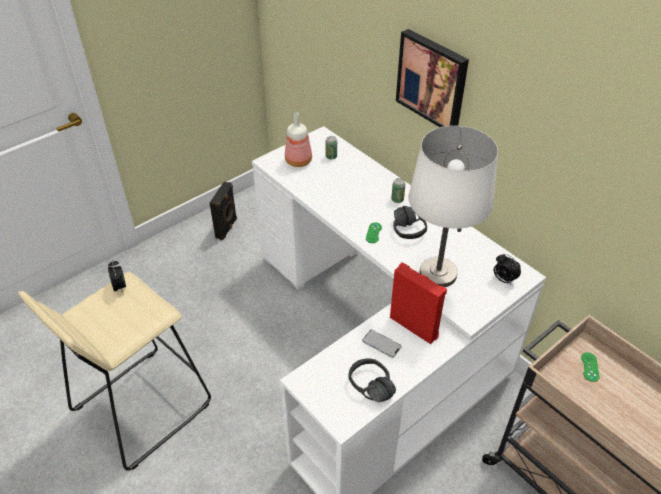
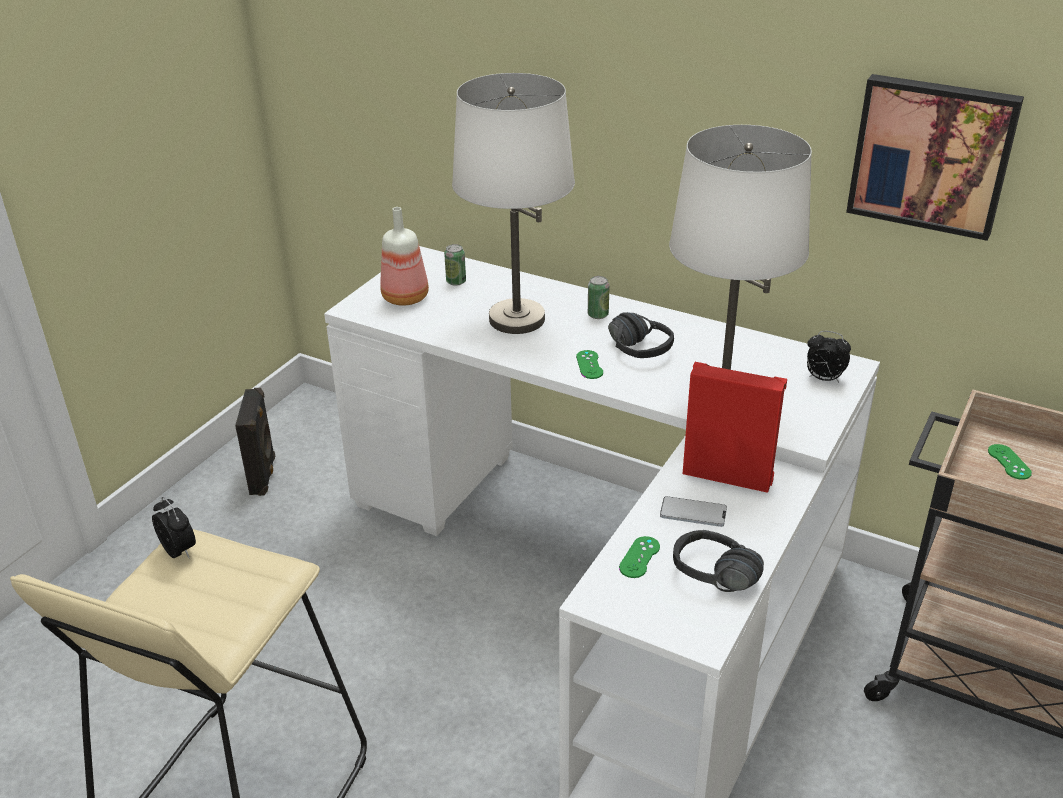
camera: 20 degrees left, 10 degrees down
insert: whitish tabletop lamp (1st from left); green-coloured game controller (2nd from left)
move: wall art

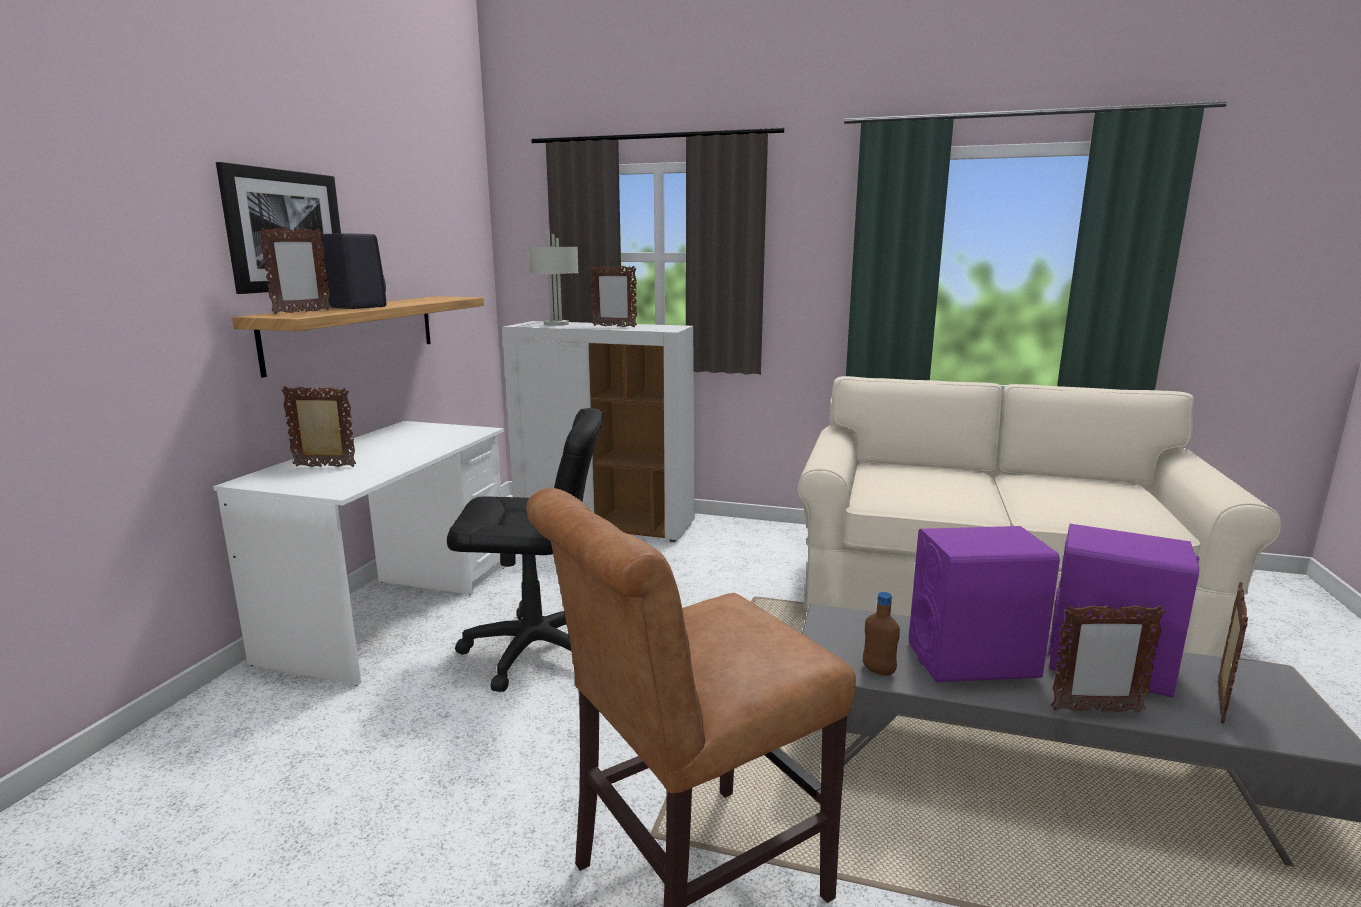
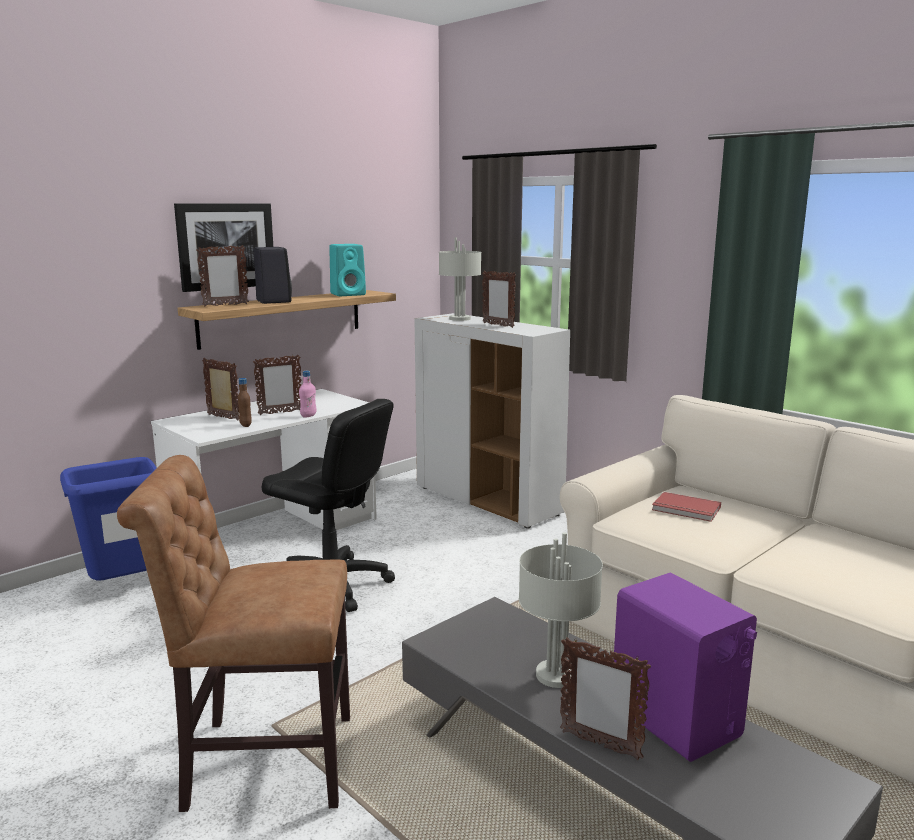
camera: 30 degrees right, 0 degrees up
insert: turquoise-coloured speaker; pink beverage bottle; bluish rubbish bin; red-coloured volume
move: photo frame (5th from left in the first image) to photo frame (3rd from left); brownish beverage bottle
replace: purple-coloured speaker (1st from left) to greyish tabletop lamp (2nd from left)

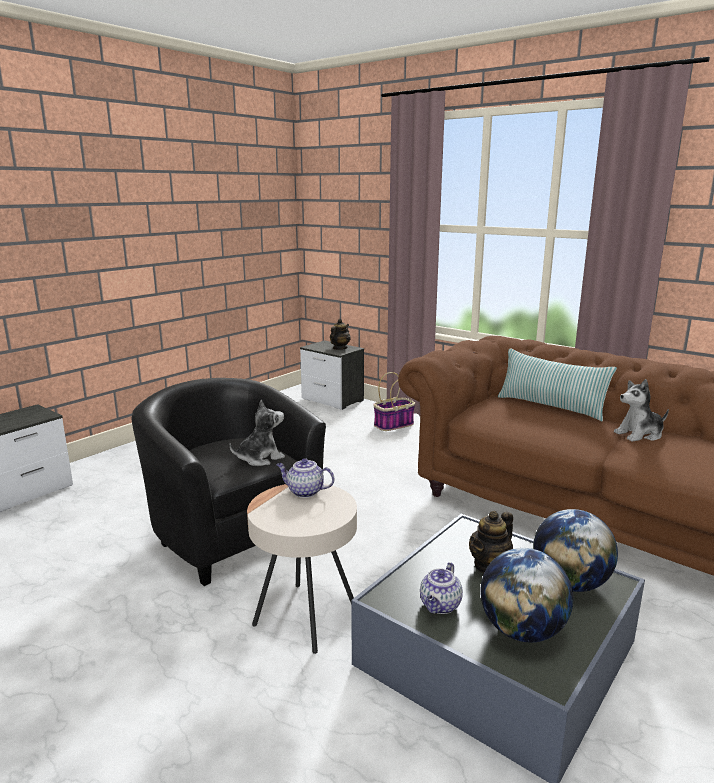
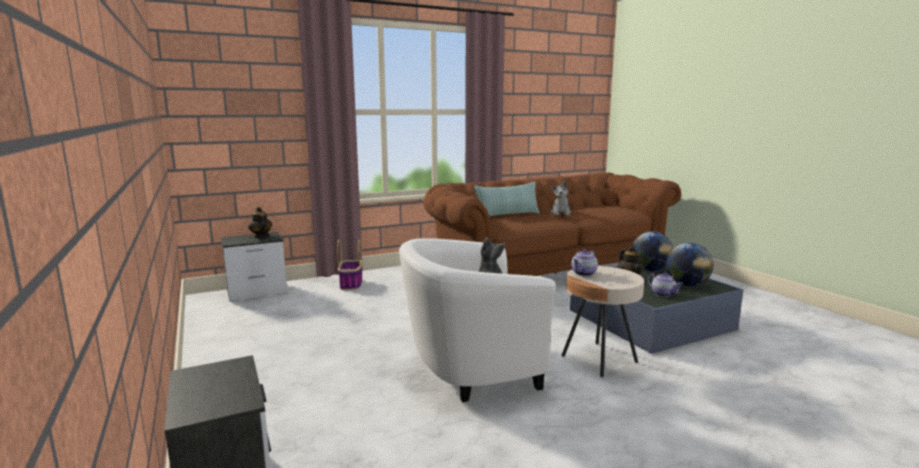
camera: 65 degrees left, 5 degrees down
recolor: black lounge chair to whitish lounge chair

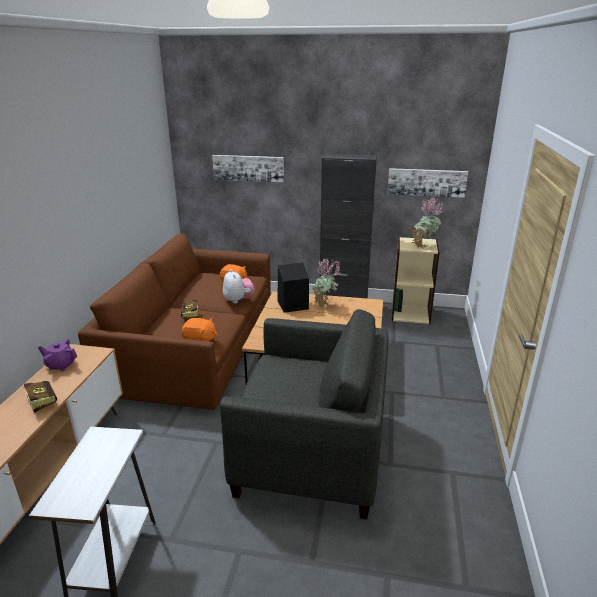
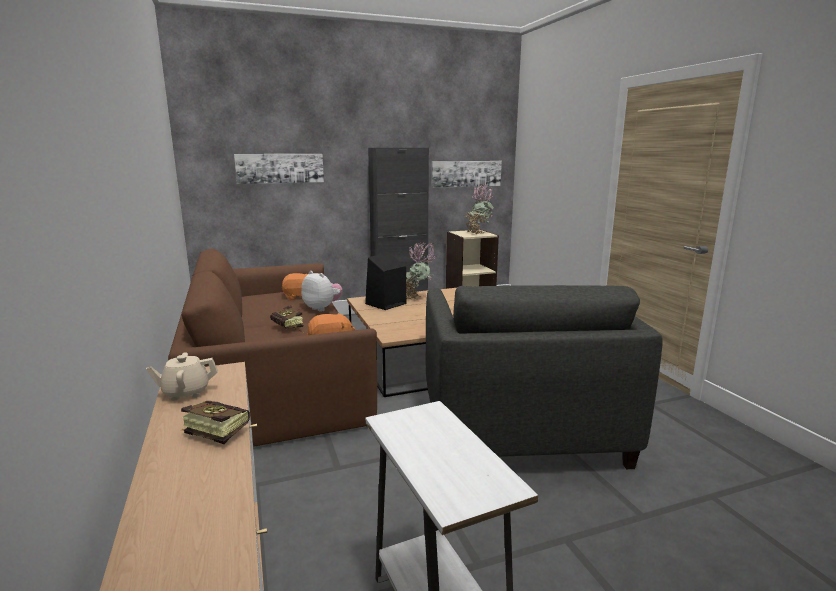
camera: 30 degrees left, 10 degrees down
recolor: purple-coloured tea pot to sand-coloured tea pot
rotate: greyish lounge chair 105 degrees clockwise

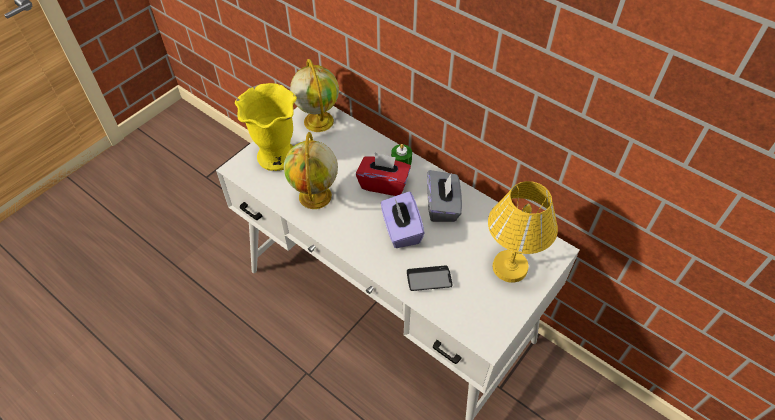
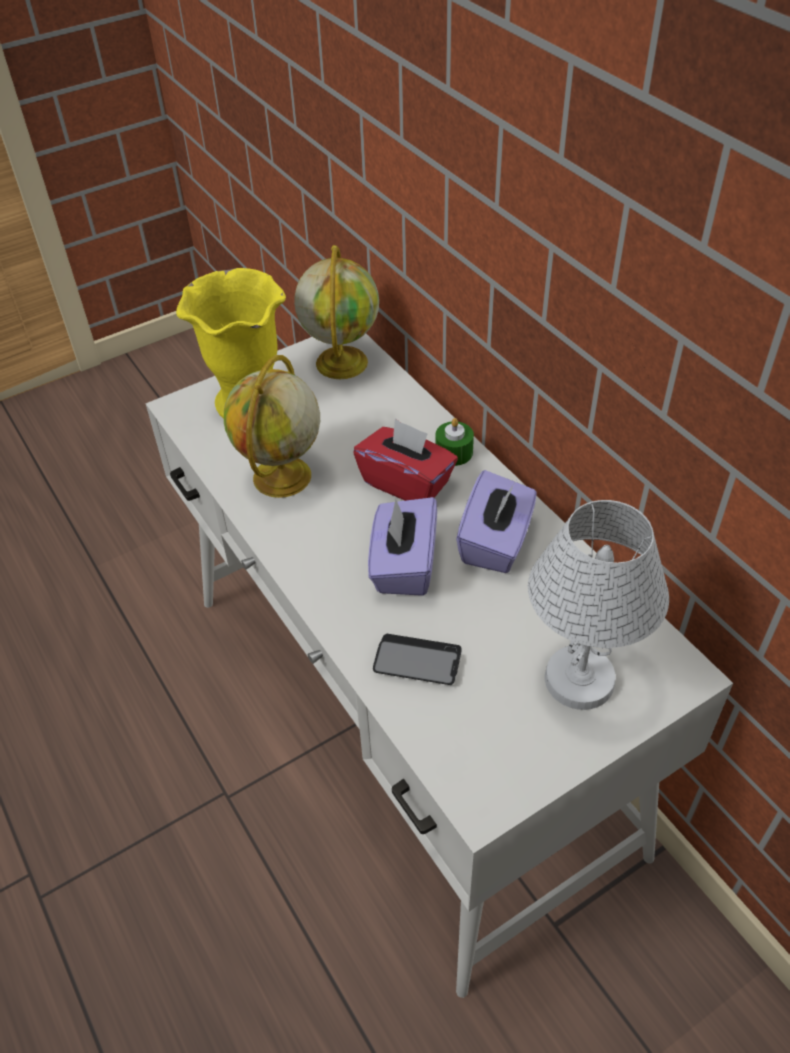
camera: 20 degrees right, 5 degrees down
recolor: greyish tissue holder to purple-coloured tissue holder (2nd from left); yellow tabletop lamp to whitish tabletop lamp

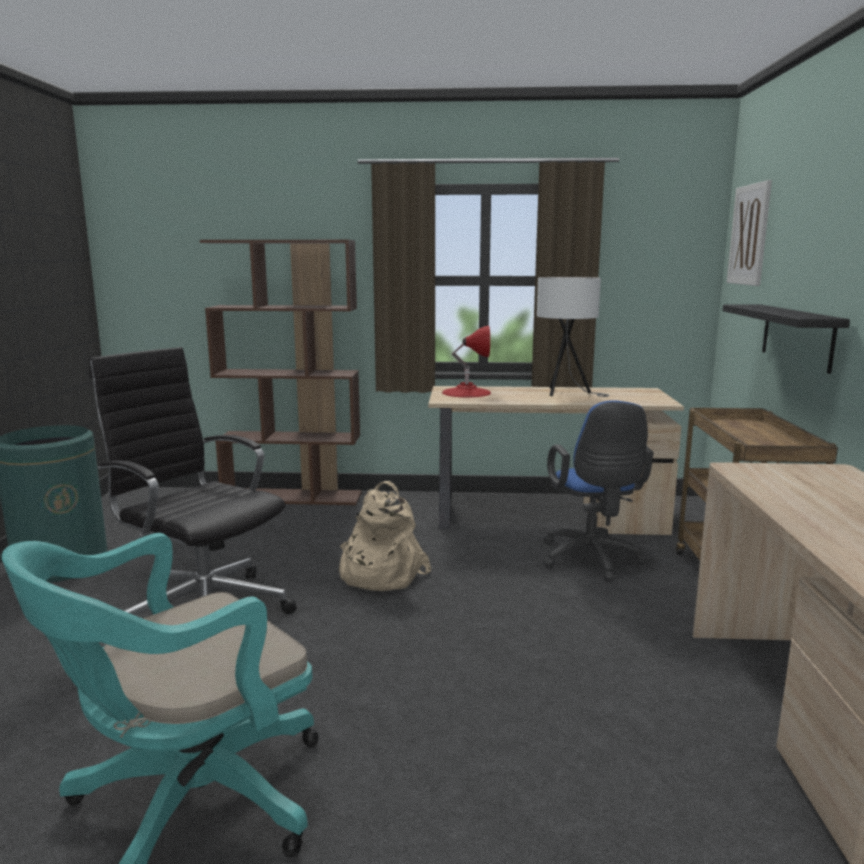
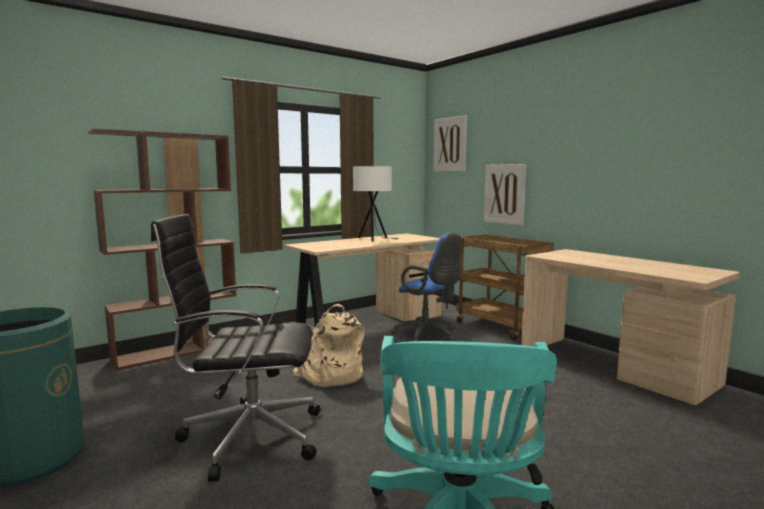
camera: 40 degrees left, 5 degrees down
delete: red-coloured tabletop lamp
replace: black shelf to wall art (2nd from left)

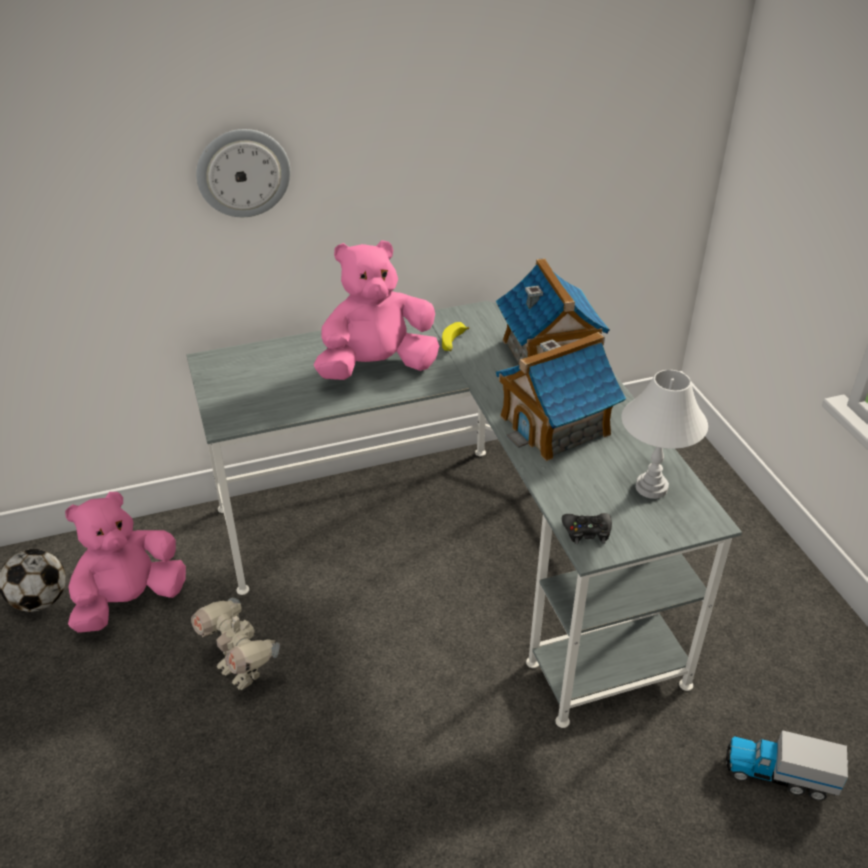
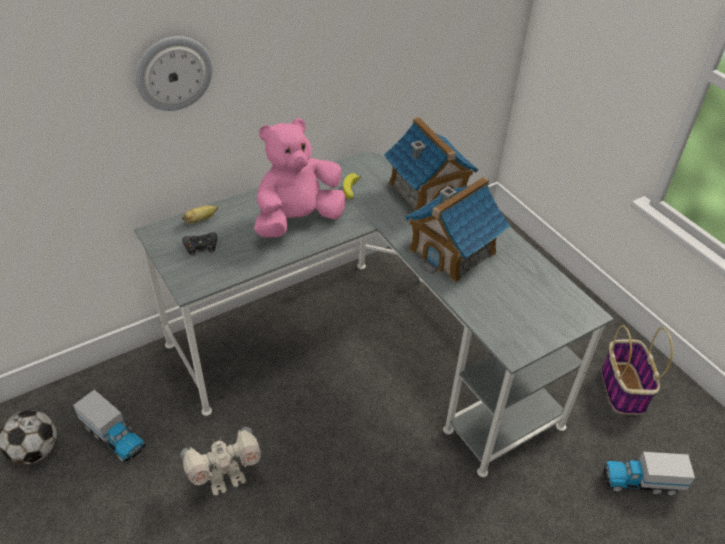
camera: 15 degrees left, 5 degrees up
delete: whitish tabletop lamp
insert: banana fruit (1st from left); storage basket
move: black game controller
replace: pink soft toy (1st from left) to toy truck (1st from left)
rotate: toy robot 60 degrees counterclockwise

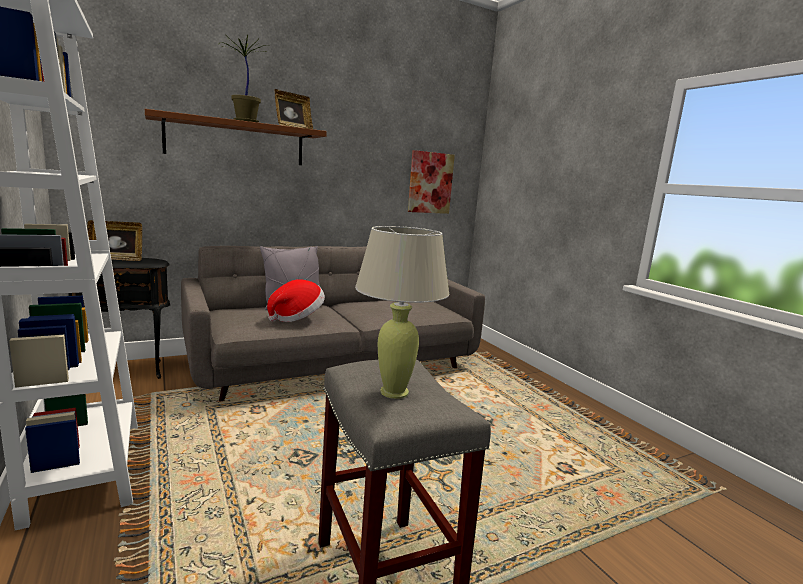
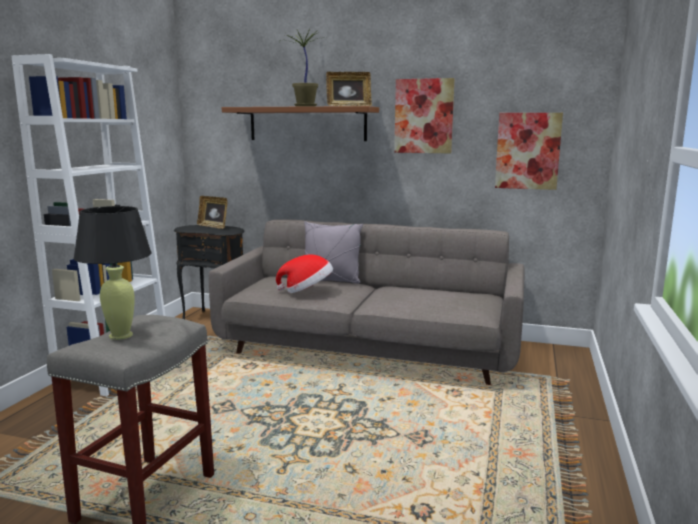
camera: 45 degrees right, 0 degrees up
insert: wall art (1st from left)
recolor: sand-coloured tabletop lamp to black tabletop lamp

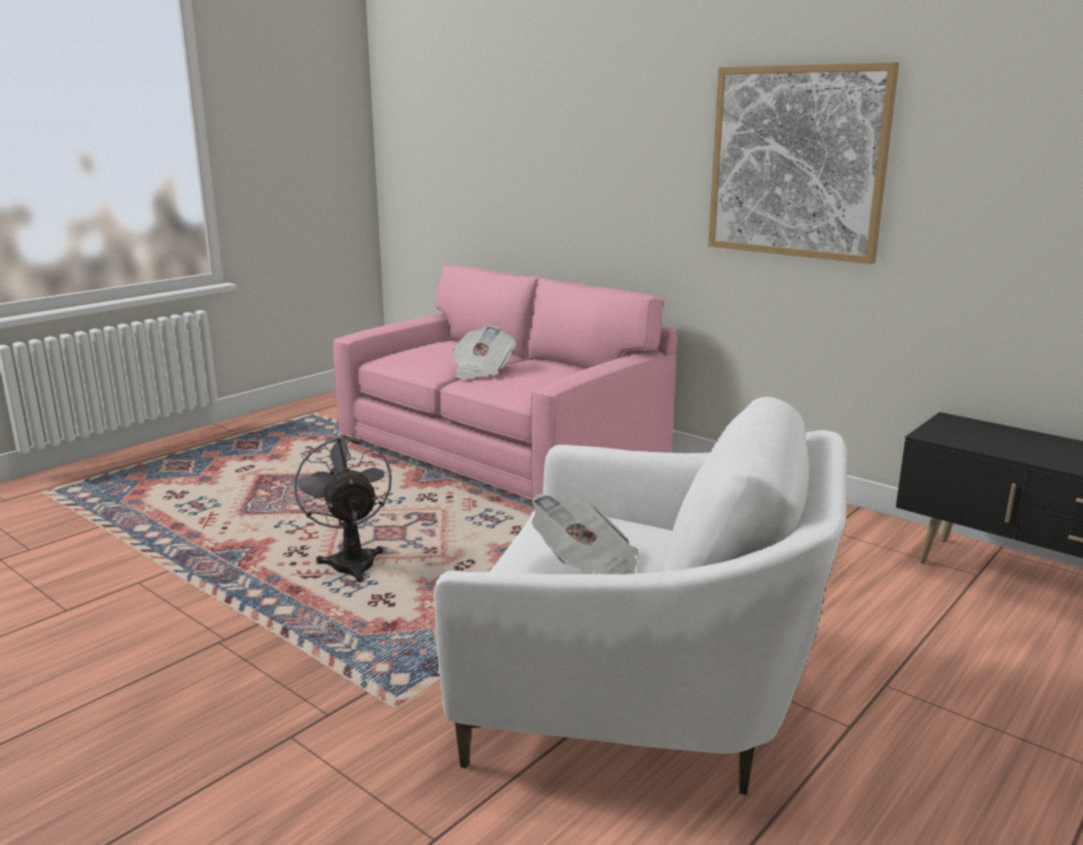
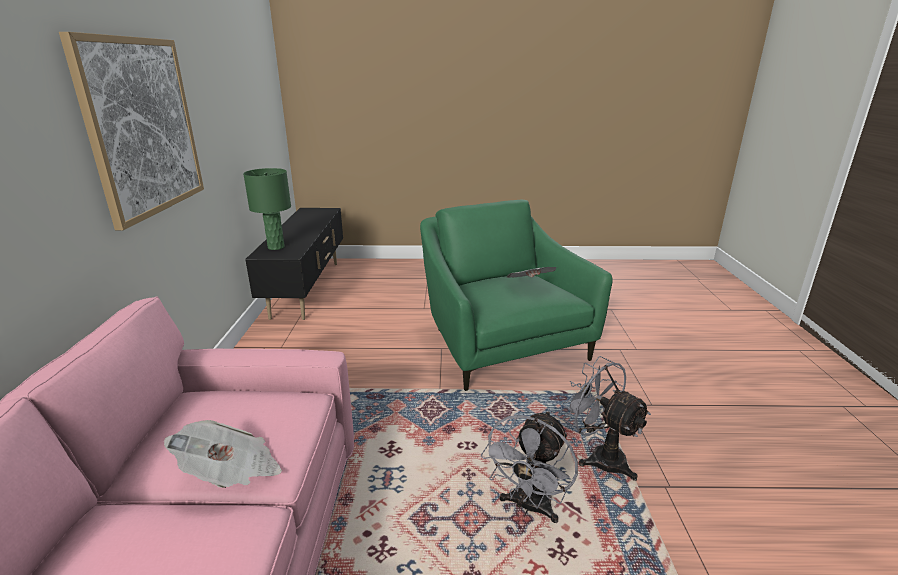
camera: 130 degrees left, 5 degrees up
insert: green-coloured tabletop lamp; greyish cooling fan (2nd from left)
recolor: whitish lounge chair to green-coloured lounge chair

